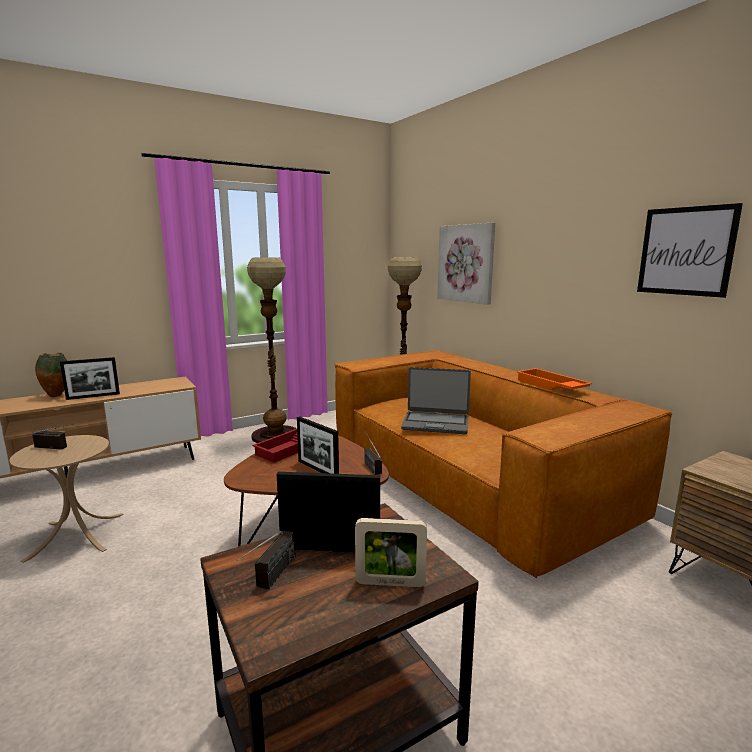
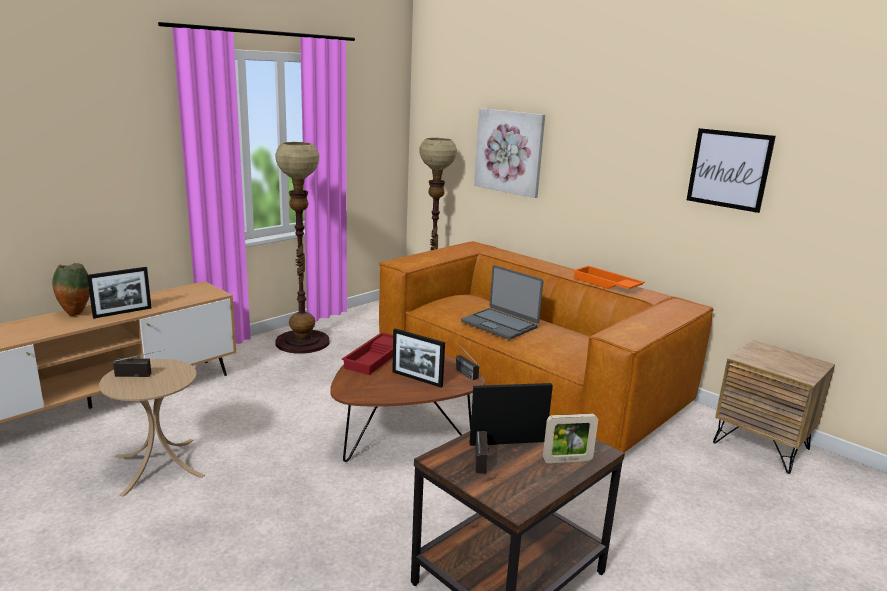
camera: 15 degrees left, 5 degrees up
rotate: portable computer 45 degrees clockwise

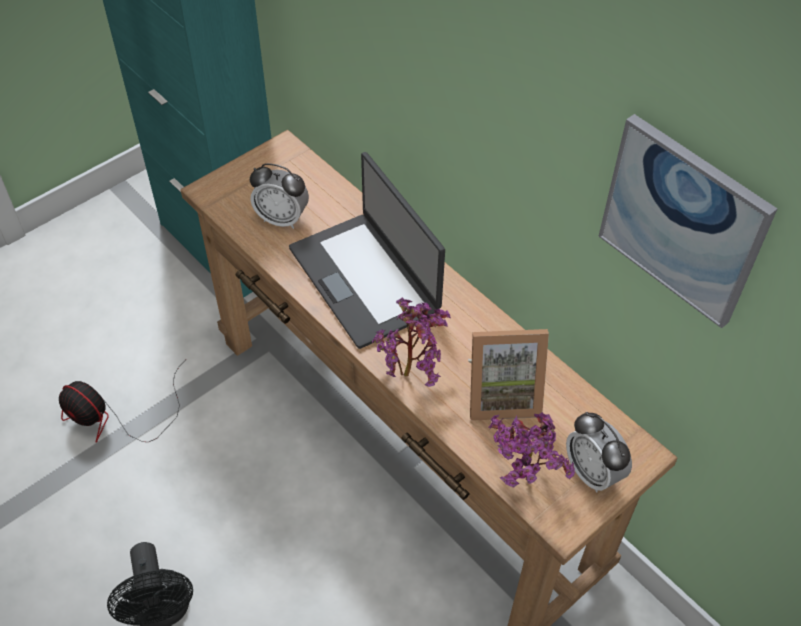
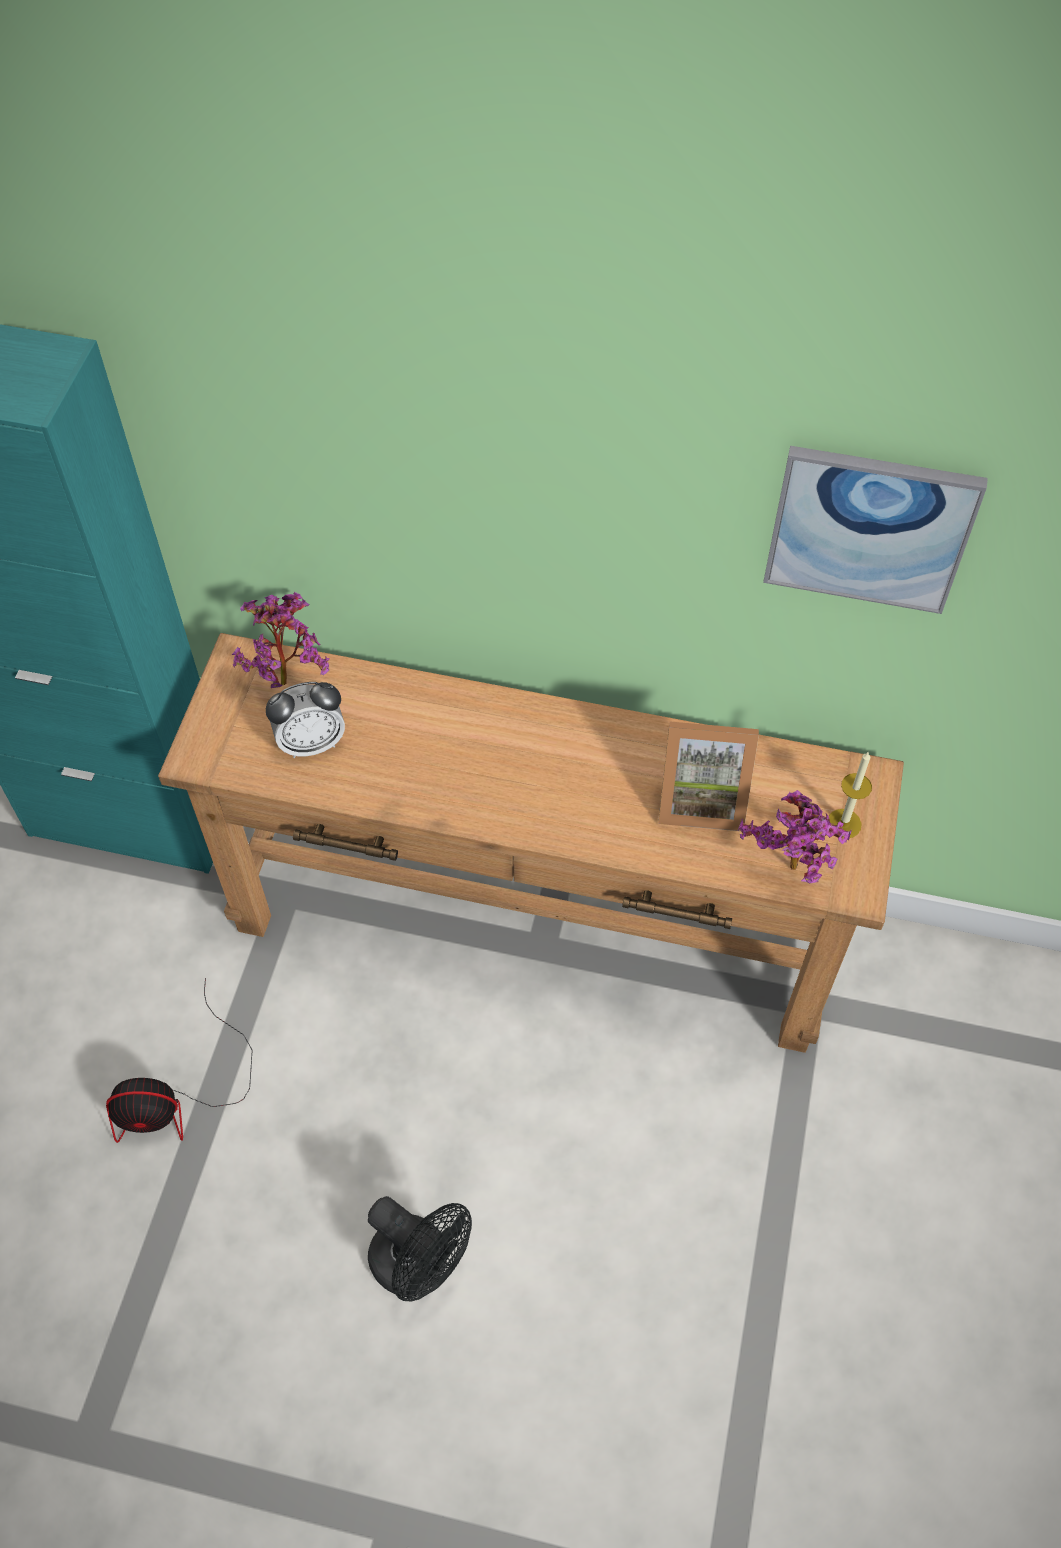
camera: 35 degrees left, 5 degrees up
delete: portable computer
move: potted plant (1st from left)
replace: table clock (2nd from left) to wax light
rotate: photo frame 45 degrees clockwise

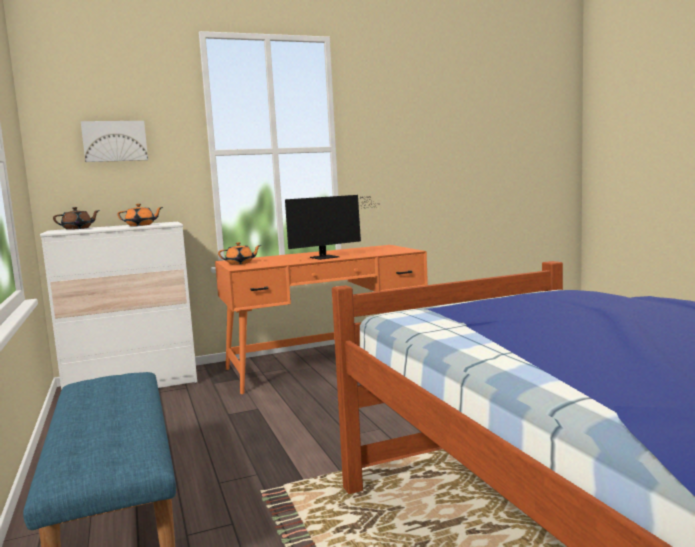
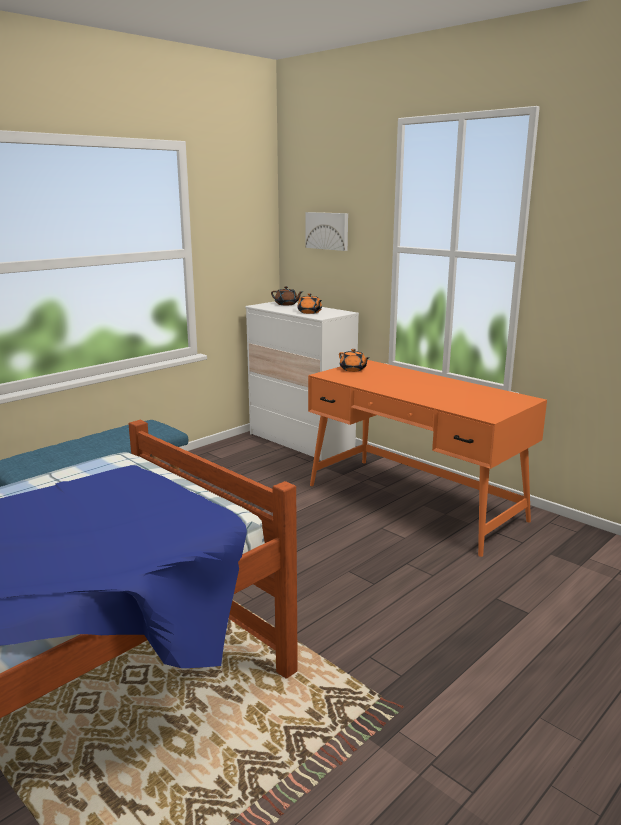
camera: 65 degrees right, 10 degrees up
delete: monitor

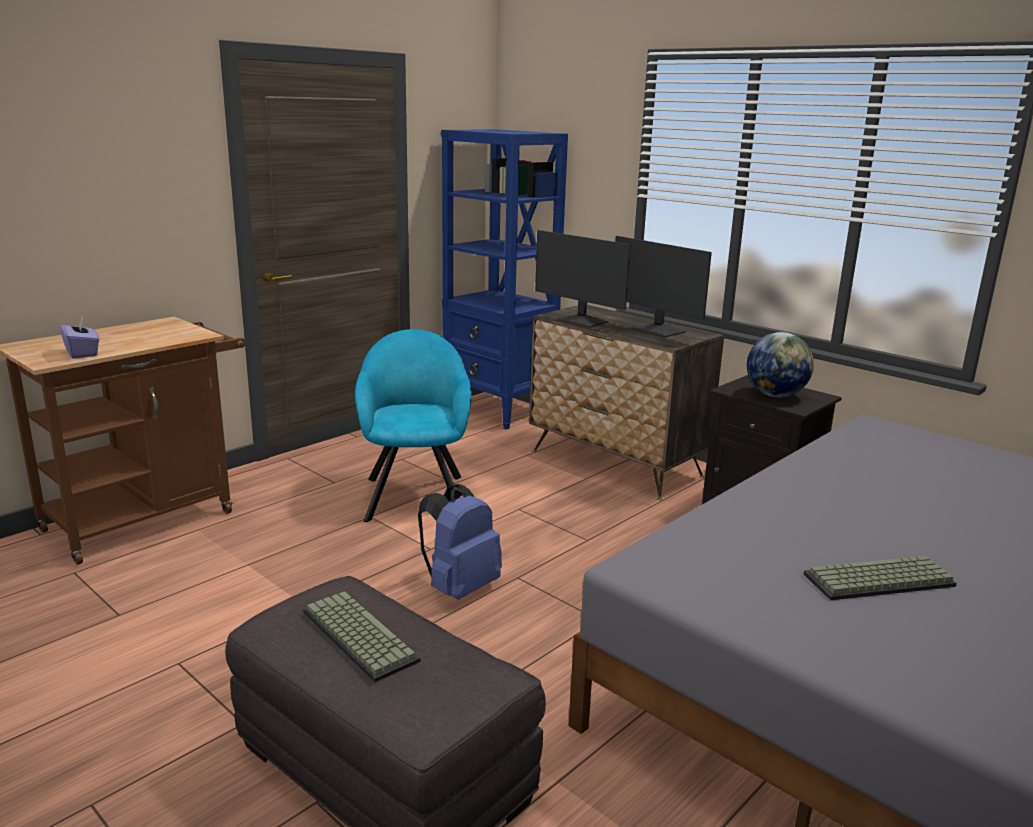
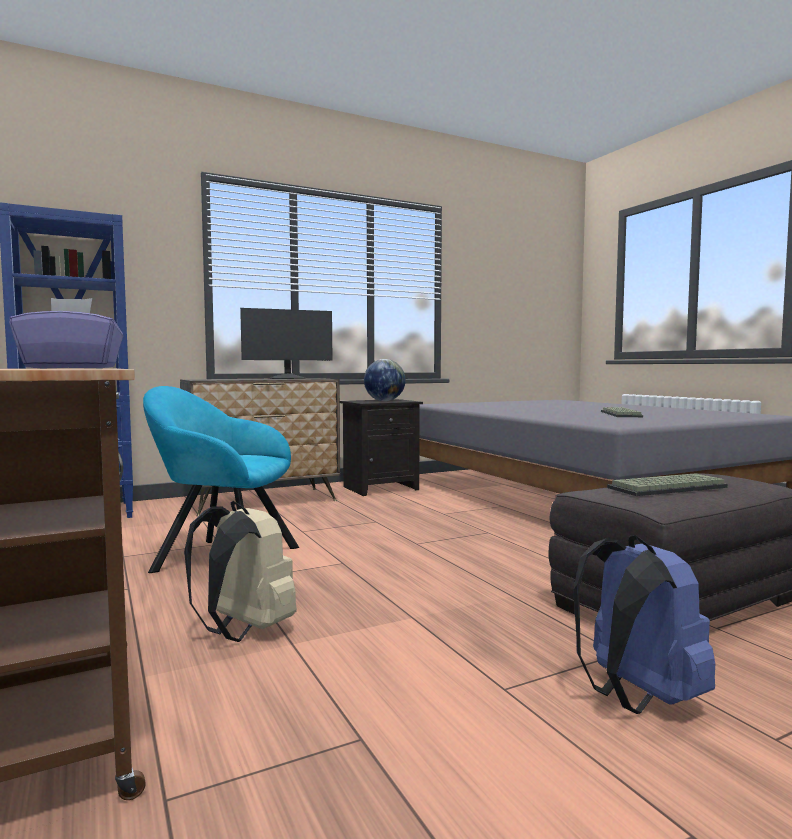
camera: 70 degrees left, 15 degrees down
delete: monitor (1st from left)
insert: sand-coloured rucksack
move: bluish rucksack

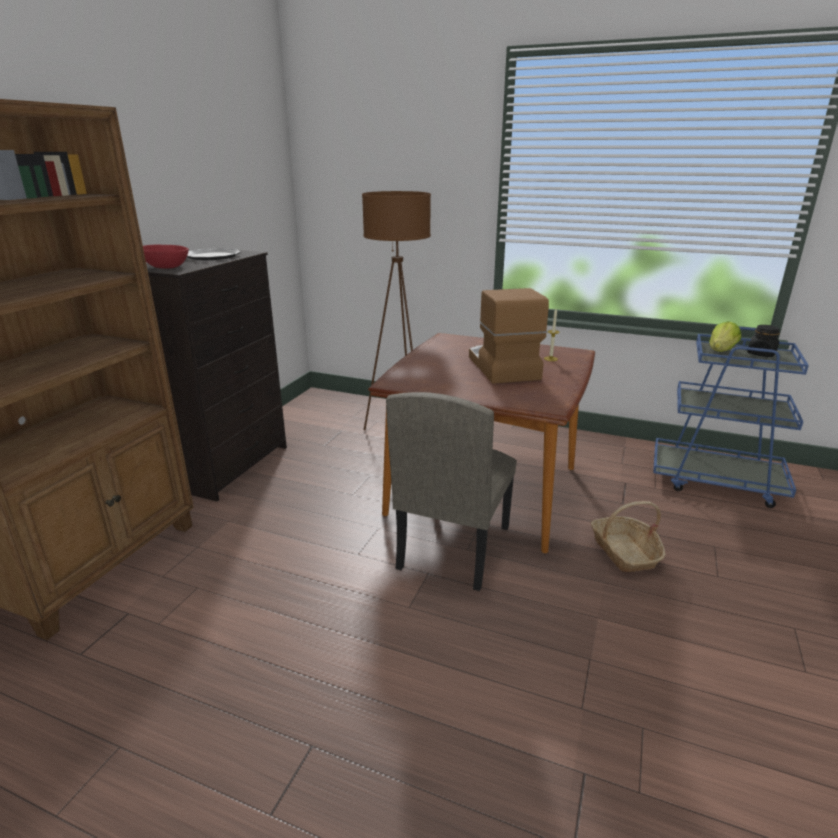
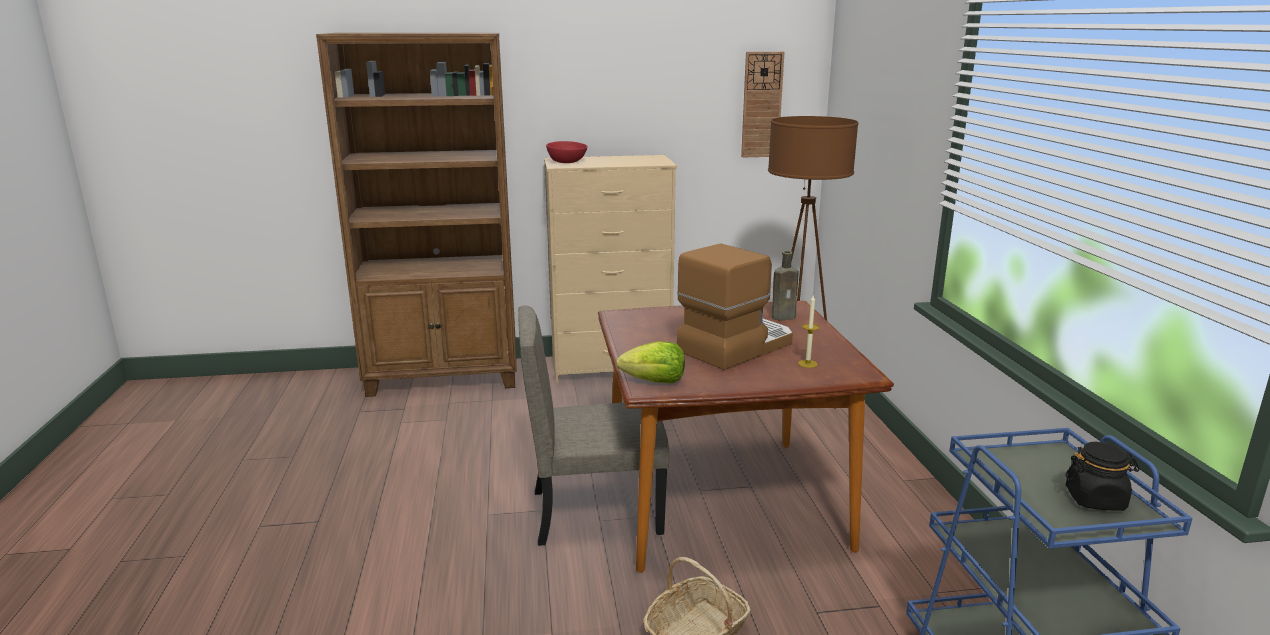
camera: 60 degrees right, 5 degrees down
delete: plate
insert: hanging clock; brownish beverage bottle
move: head of lettuce
recolor: black chest of drawers to sand-coloured chest of drawers

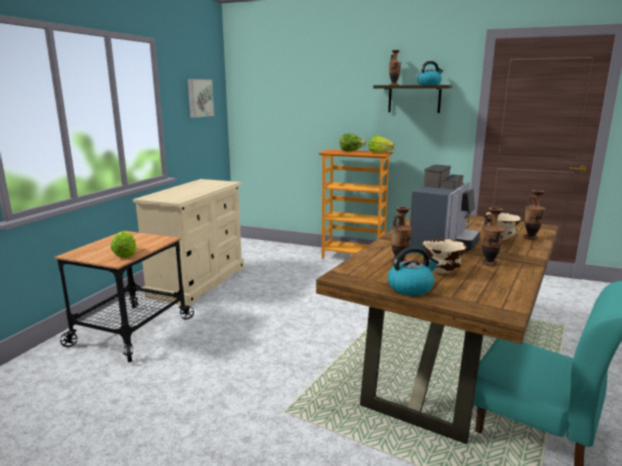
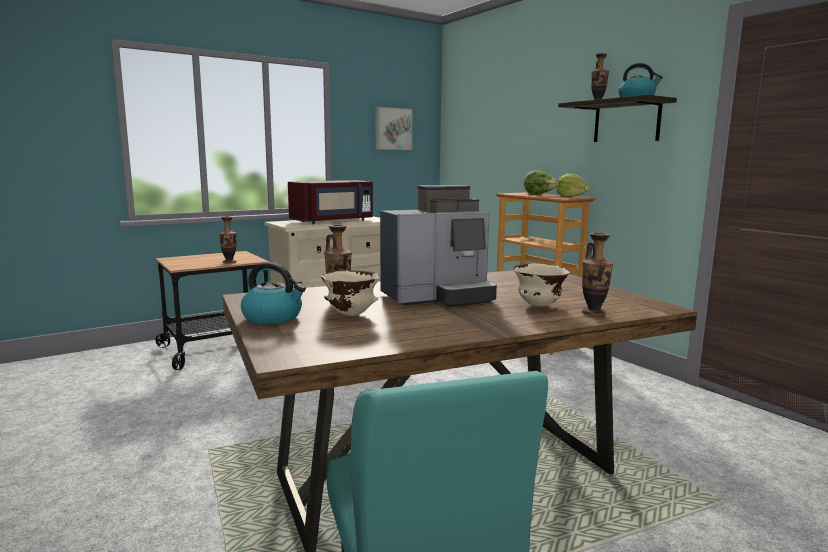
camera: 35 degrees right, 5 degrees down
delete: head of lettuce (1st from left)
insert: red-coloured kitchen microwave
move: flower vase (3rd from left in the first image) to flower vase (1st from left)

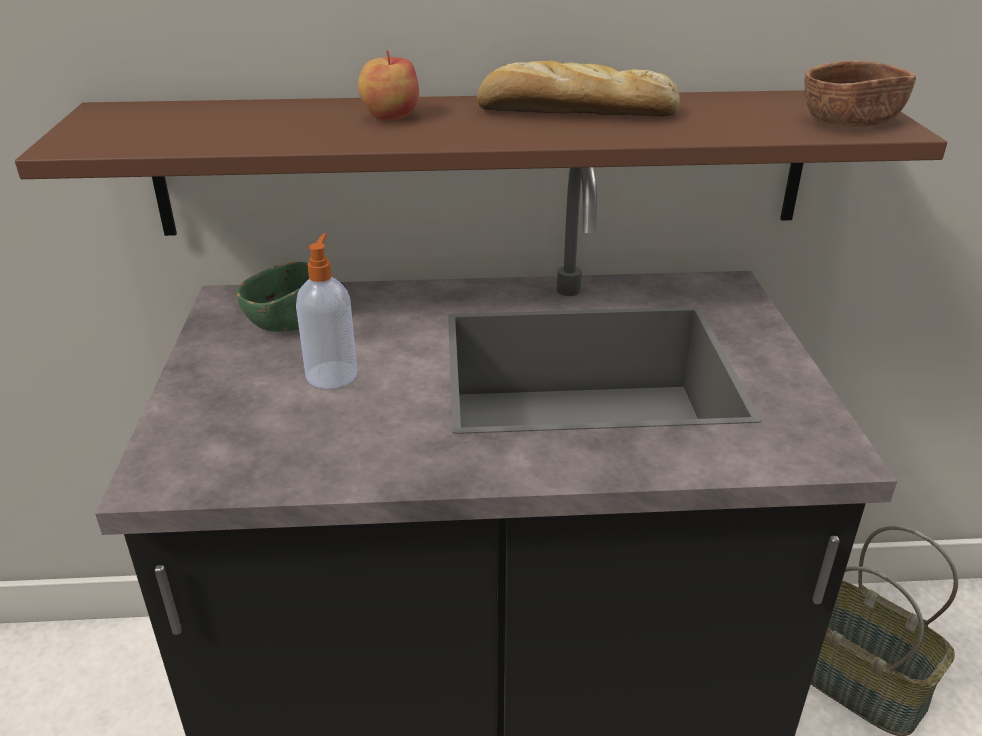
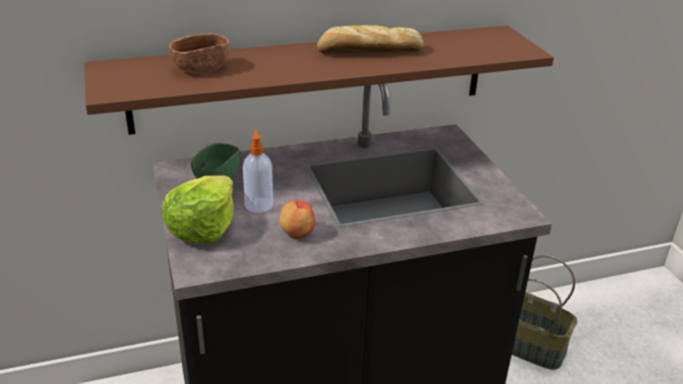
camera: 15 degrees left, 0 degrees up
insert: head of lettuce
move: apple fruit; brownish deep dish

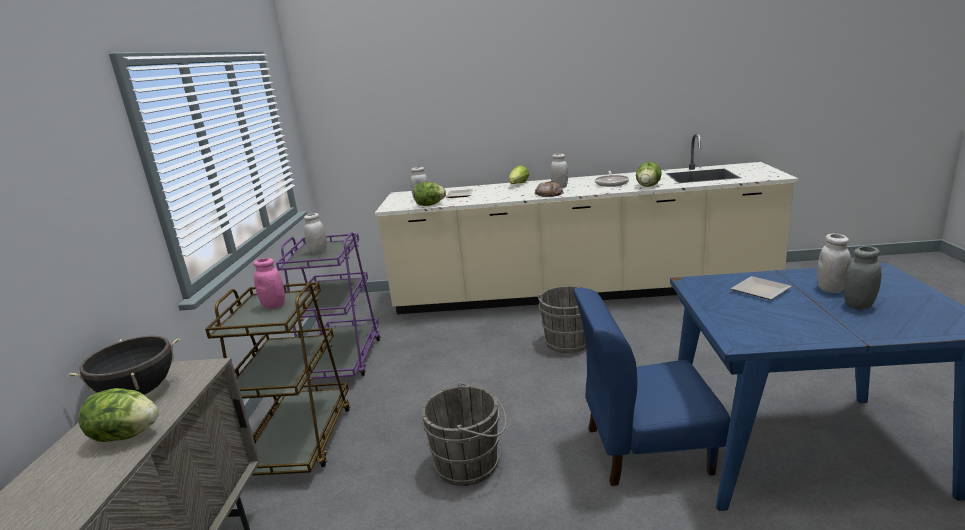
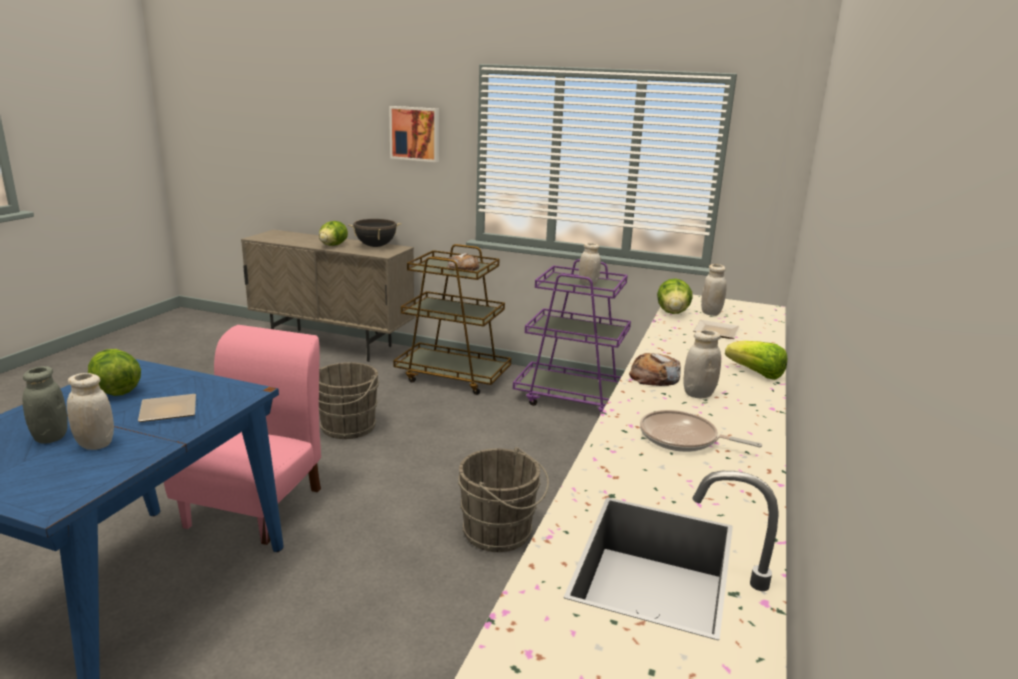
camera: 105 degrees right, 0 degrees up
insert: wall art
move: head of lettuce (4th from left in the first image) to head of lettuce (1st from left)
replace: pink preserve jar to bakery bread (1st from left)
recolor: bluish plain chair to pink plain chair

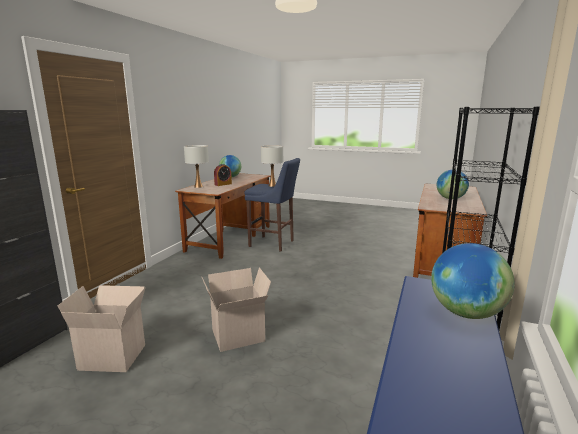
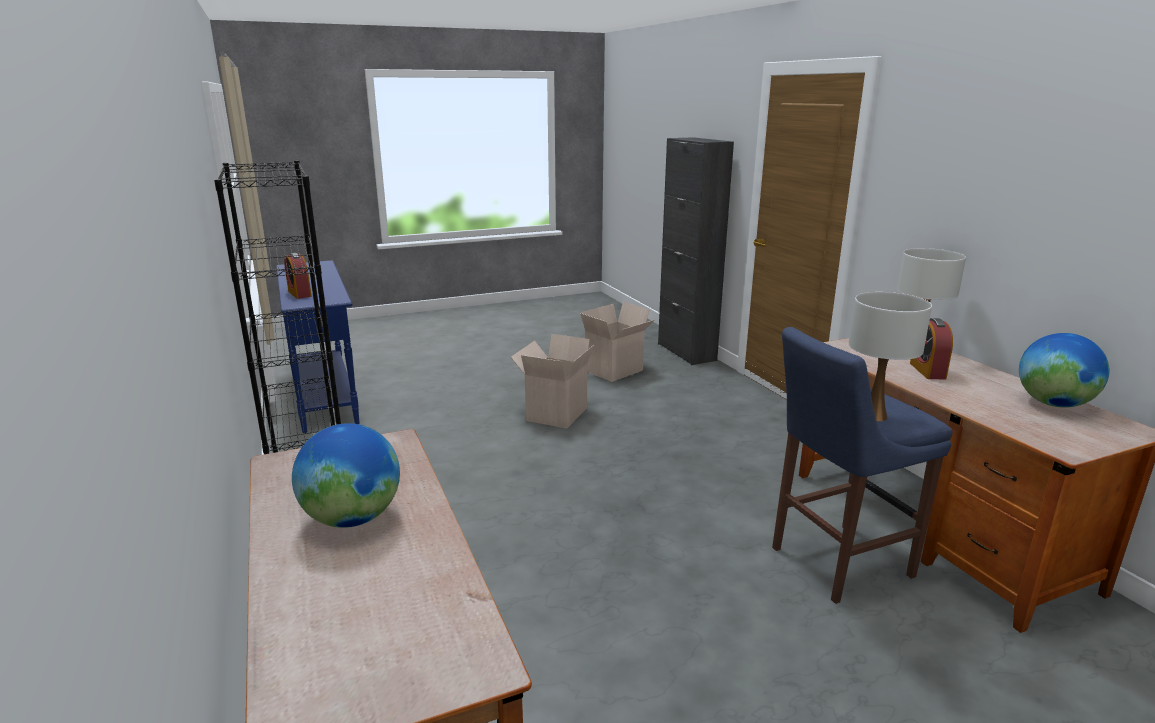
camera: 135 degrees right, 5 degrees up
replace: desk globe (3rd from left) to table clock (1st from left)

